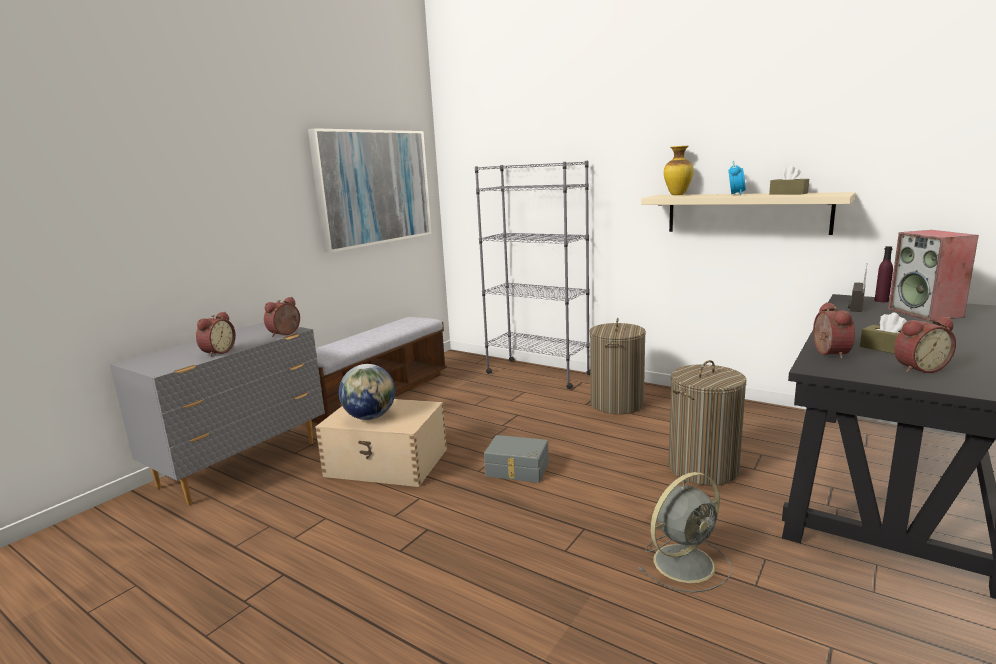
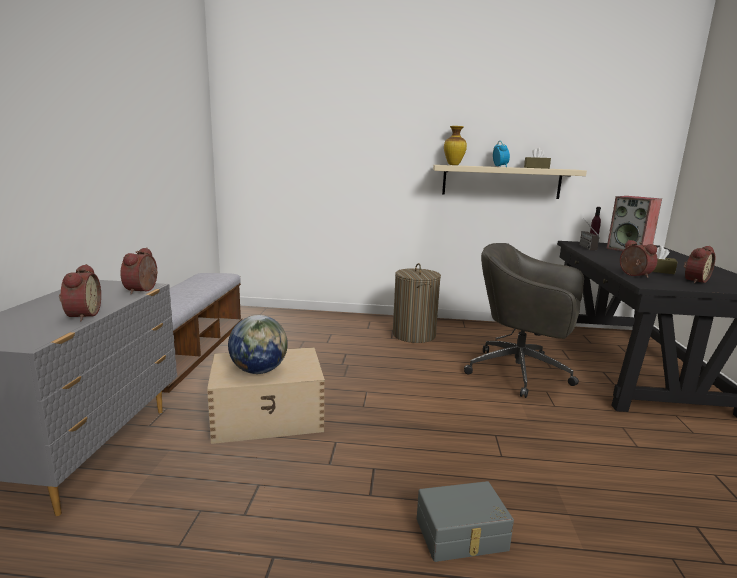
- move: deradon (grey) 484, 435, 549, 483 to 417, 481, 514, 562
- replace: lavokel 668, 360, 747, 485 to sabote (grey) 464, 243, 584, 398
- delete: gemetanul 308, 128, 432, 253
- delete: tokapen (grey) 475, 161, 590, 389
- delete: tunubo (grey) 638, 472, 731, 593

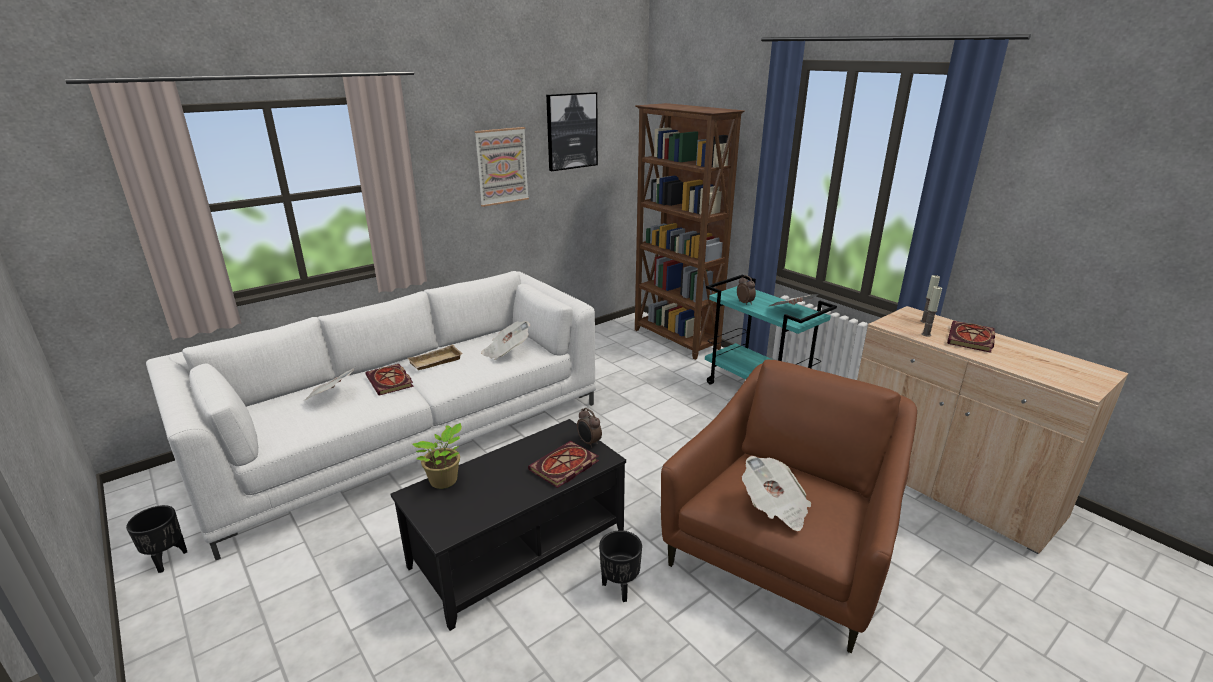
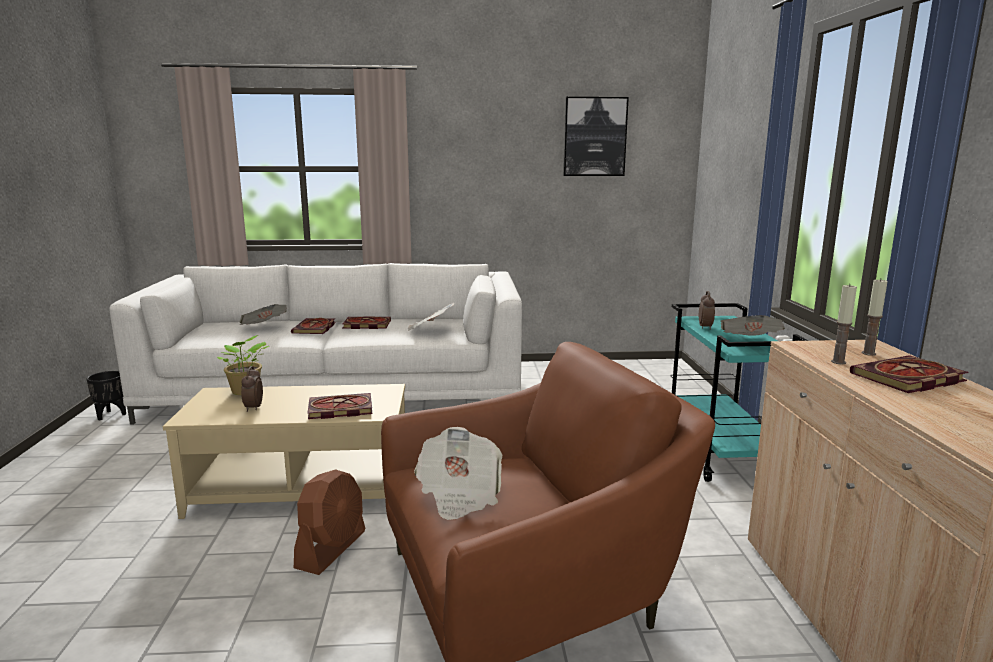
- recolor: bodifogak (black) 391, 419, 626, 631 to bodifogak (beige) 163, 384, 405, 519
- move: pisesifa 577, 408, 602, 448 to 241, 366, 263, 412
- replace: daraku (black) 599, 530, 642, 602 to tunubo (brown) 294, 469, 366, 575
- replace: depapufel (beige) 408, 344, 462, 370 to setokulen 342, 316, 391, 329
- delete: gemetanul 474, 127, 529, 207
- delete: tokapen (brown) 635, 103, 744, 360

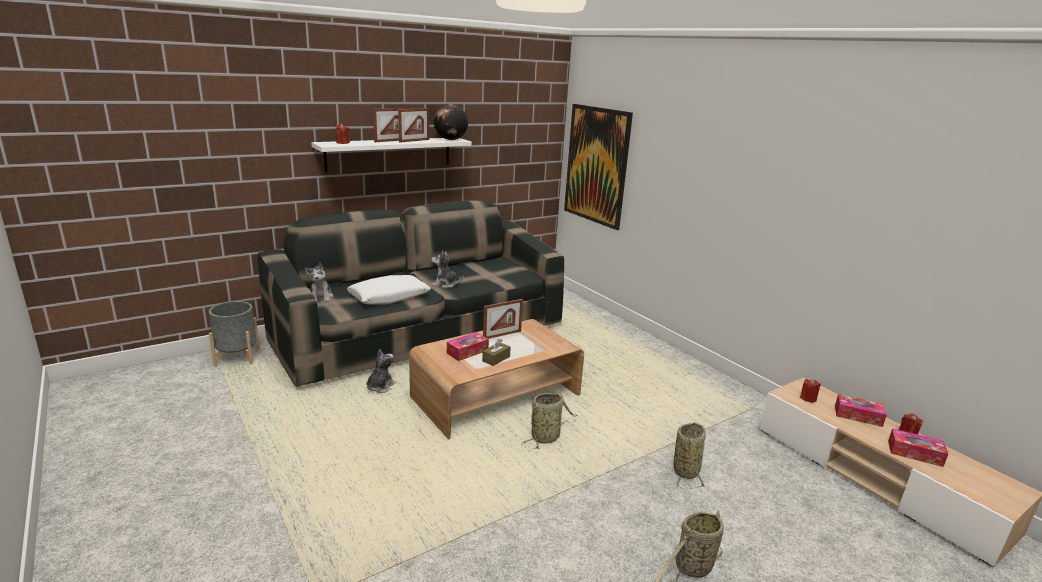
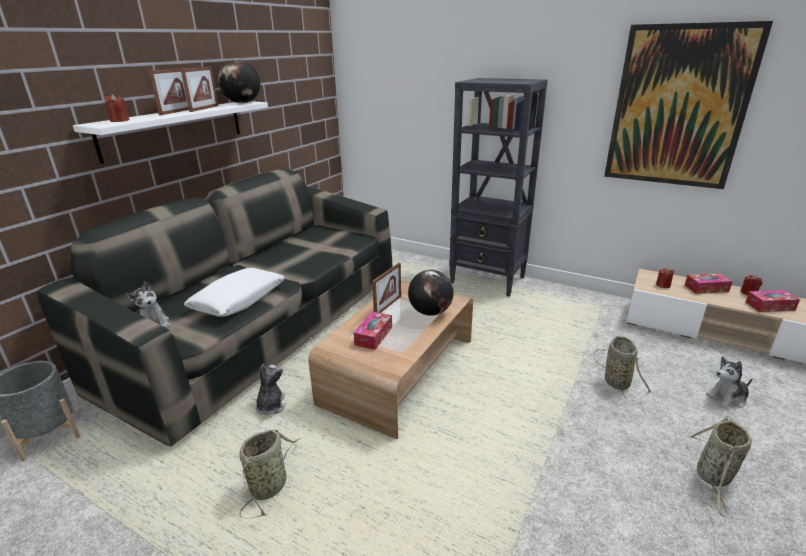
- move: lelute 521, 393, 578, 449 to 240, 430, 301, 519
- insert: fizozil 408, 270, 454, 316
- insert: tokapen (black) 449, 78, 548, 297
- move: gemetanul 564, 104, 633, 230 to 604, 21, 773, 189
- move: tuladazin 431, 251, 464, 288 to 706, 356, 753, 408
- delete: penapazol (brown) 482, 339, 511, 366

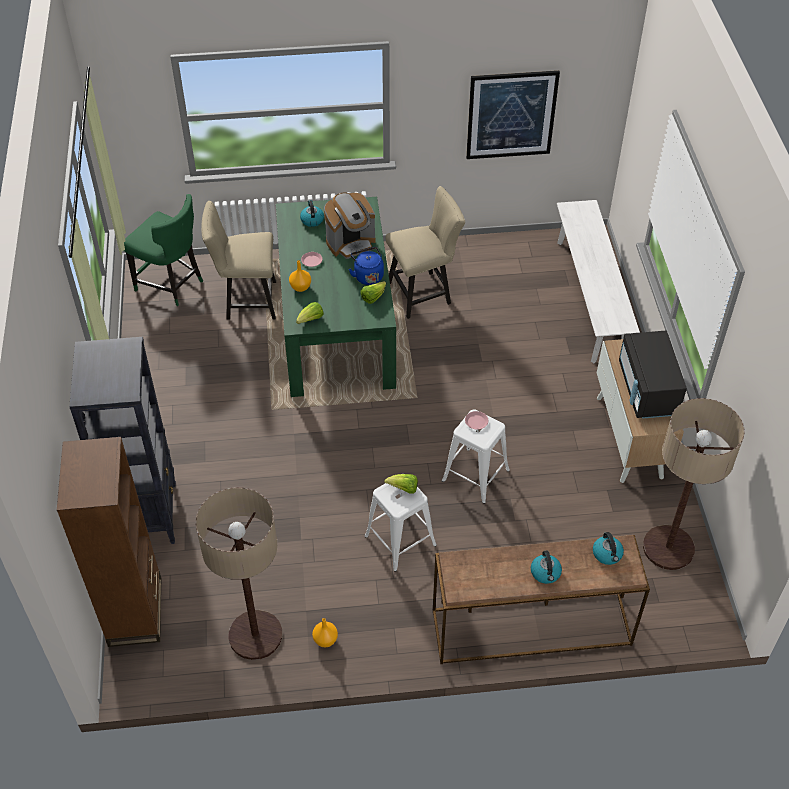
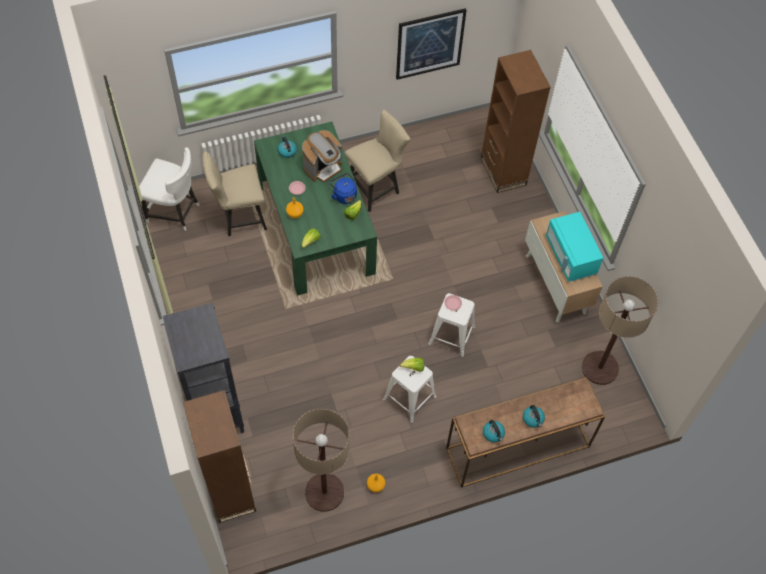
- recolor: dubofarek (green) 124, 194, 203, 306 to dubofarek (white) 139, 147, 199, 231
- replace: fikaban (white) 557, 200, 640, 363 to tokapen (brown) 481, 50, 551, 193
- move: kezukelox 593, 532, 624, 565 to 483, 420, 505, 442
- recolor: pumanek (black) 619, 331, 687, 419 to pumanek (turquoise) 546, 212, 603, 282

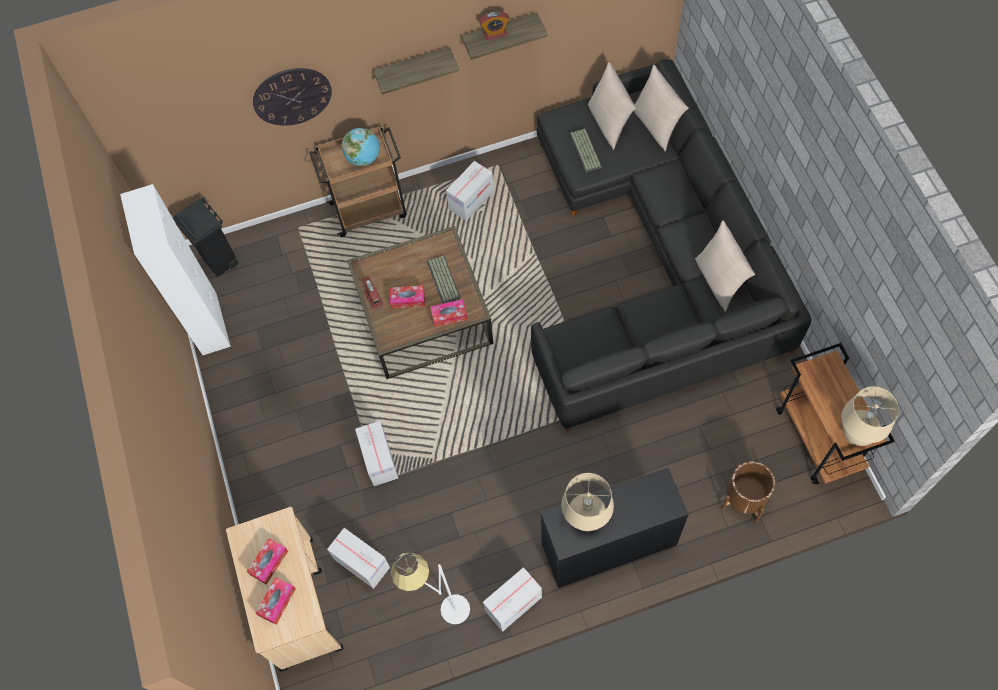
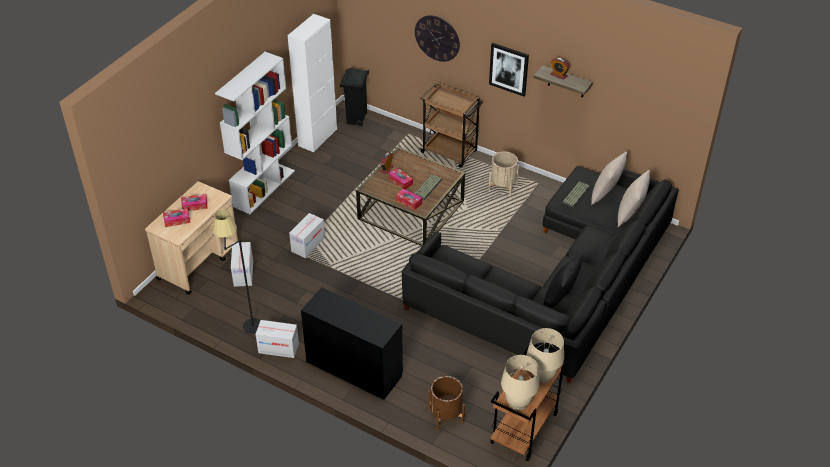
- recolor: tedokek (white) 391, 553, 470, 624 to tedokek (black) 212, 210, 260, 334
- insert: tokapen (white) 215, 52, 295, 214
- replace: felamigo 446, 161, 494, 221 to daraku (beige) 488, 151, 519, 196
- replace: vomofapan 373, 47, 459, 95 to gemetanul 489, 43, 529, 97
- move: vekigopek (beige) 561, 473, 614, 531 to 527, 328, 564, 383
- recolor: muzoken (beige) 695, 220, 755, 312 to muzoken (black) 544, 254, 583, 308
- delete: fizozil 342, 128, 380, 166

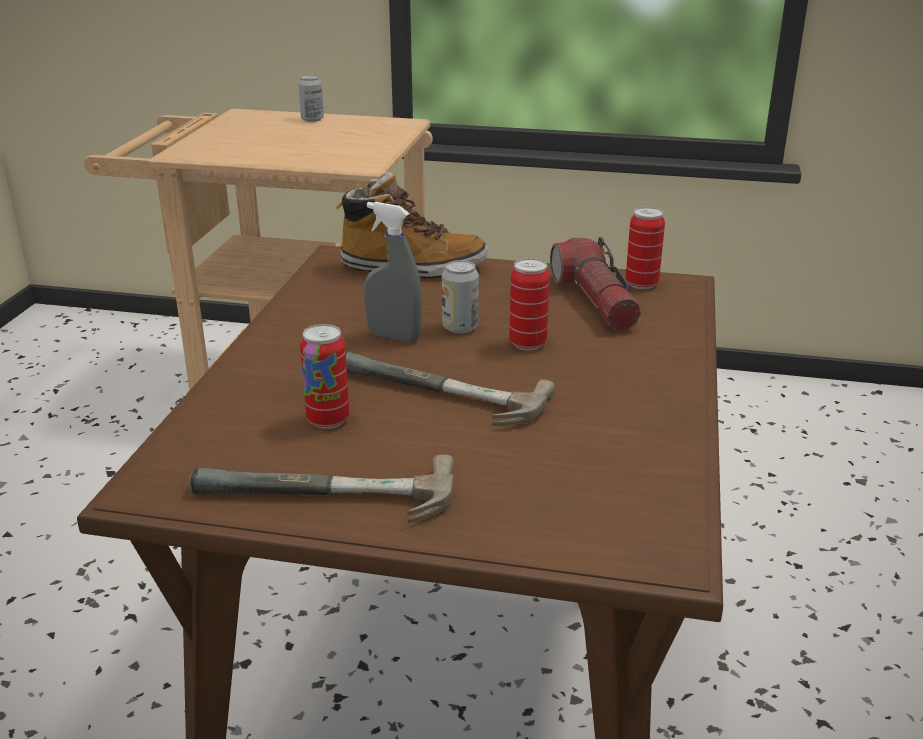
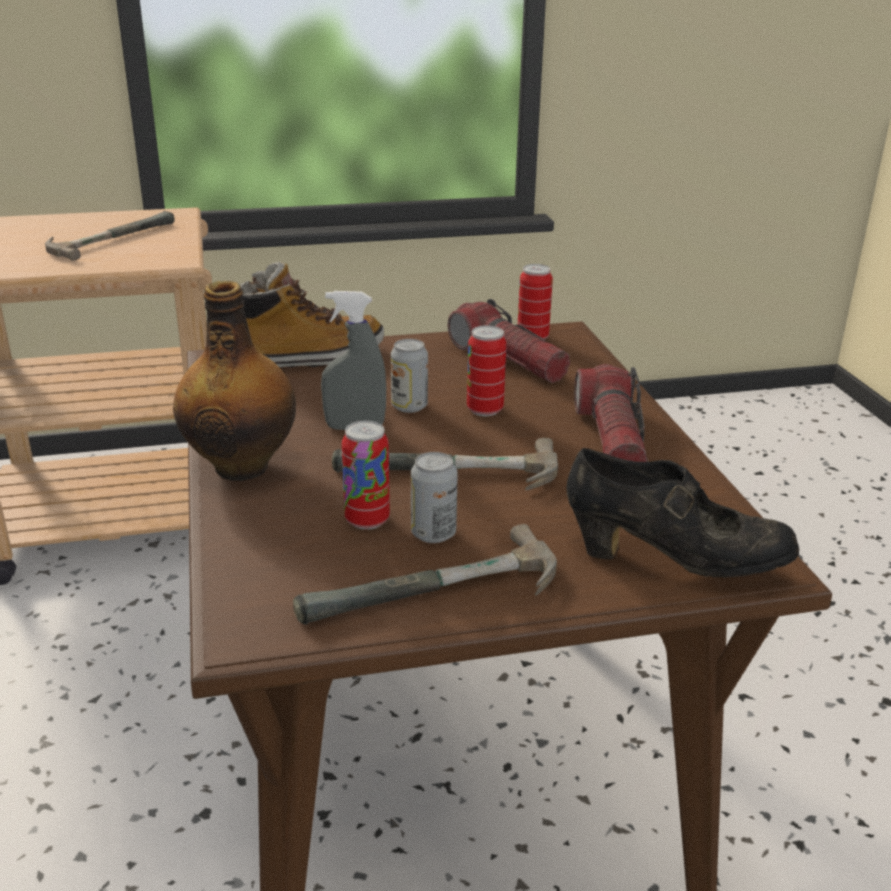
- insert: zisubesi 45, 211, 175, 261
- insert: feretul 173, 281, 296, 481
- move: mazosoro 298, 75, 324, 122 to 411, 452, 458, 543
- insert: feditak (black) 566, 448, 799, 577
- insert: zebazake 574, 364, 648, 462

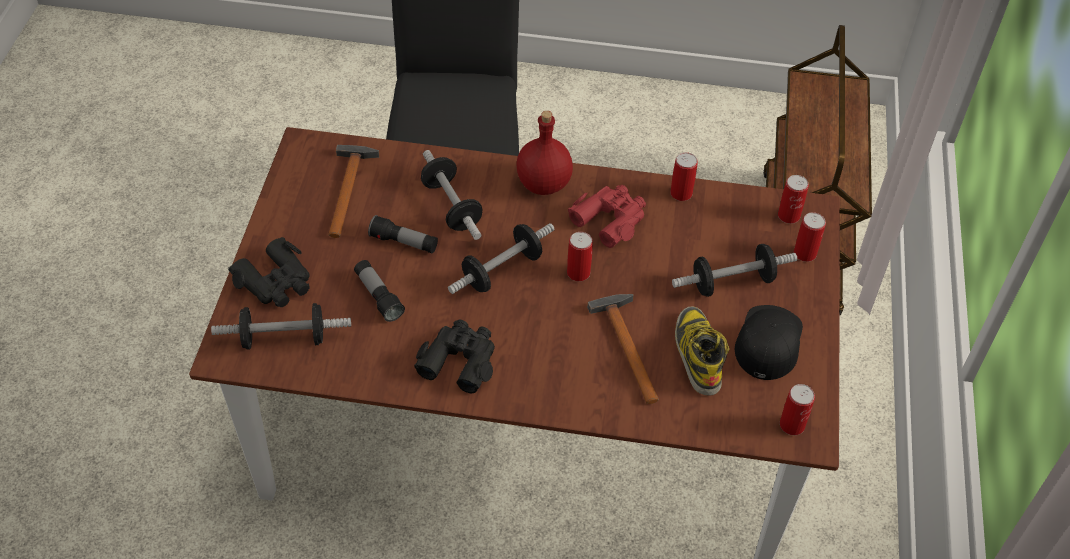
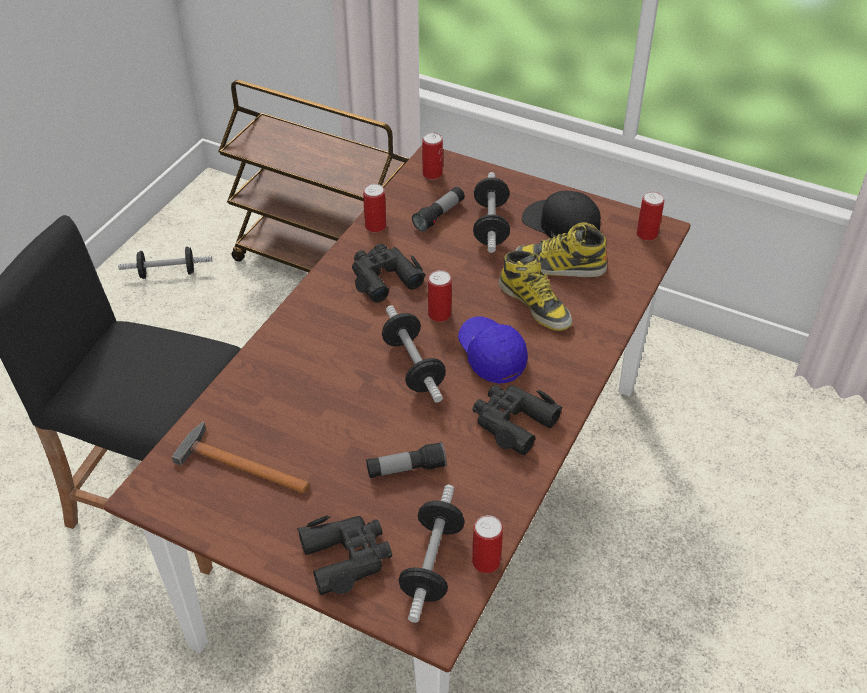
- move: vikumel 421, 150, 483, 240 to 118, 247, 212, 279
- recolor: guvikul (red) 568, 185, 646, 248 to guvikul (black) 352, 244, 425, 303
- move: zebazake 368, 215, 438, 253 to 412, 187, 465, 232
- insert: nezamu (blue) 458, 316, 528, 384
- move: mazosoro 794, 212, 826, 262 to 472, 515, 503, 573
- replace: zisubesi 587, 294, 659, 404 to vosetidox 499, 251, 572, 331
- delete: feretul (red) 516, 111, 573, 195

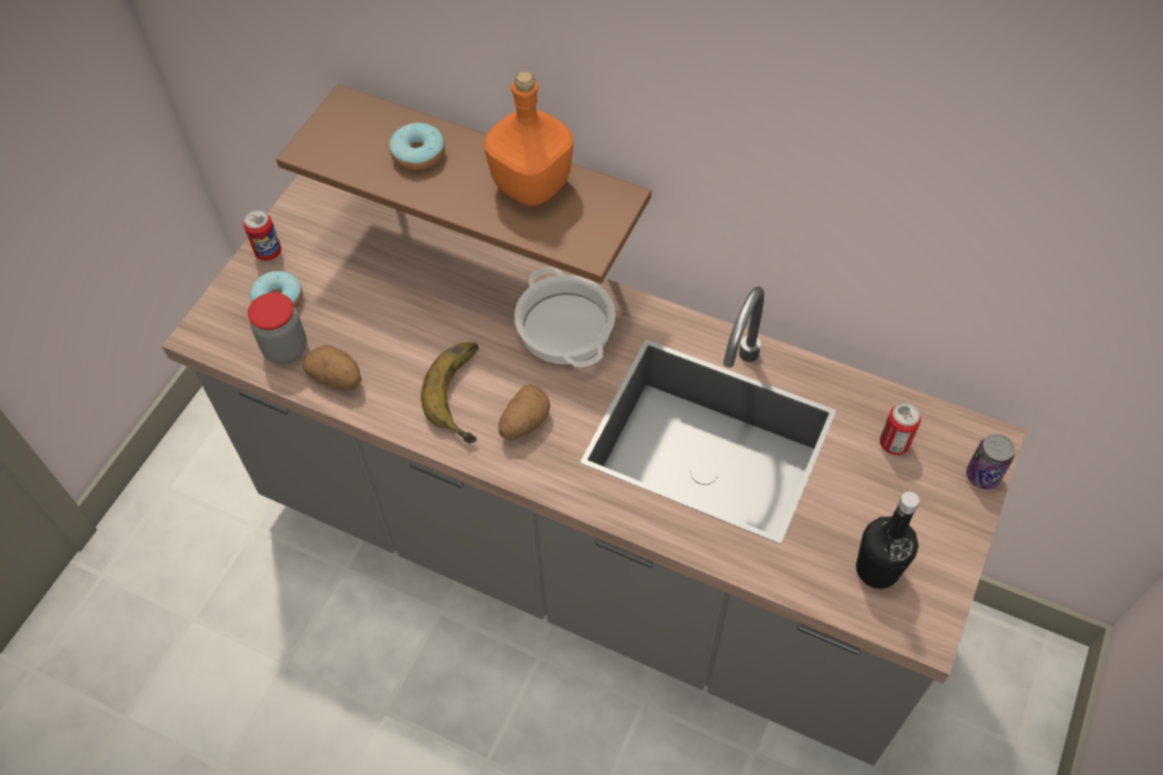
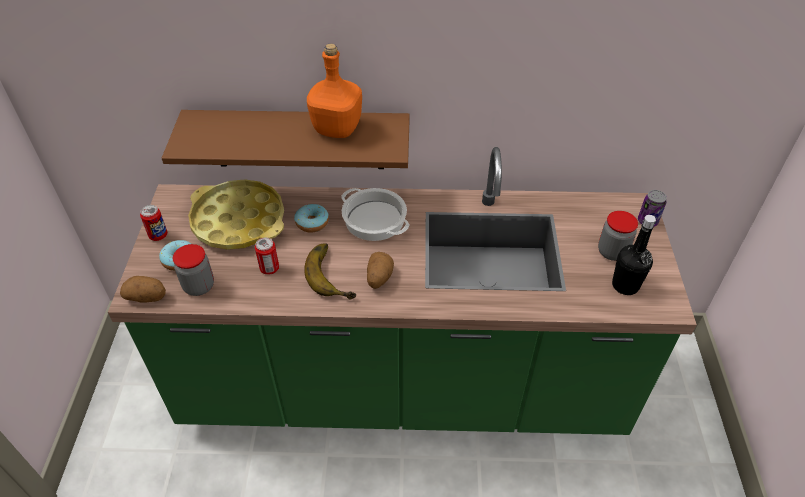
- recolor: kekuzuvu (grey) 162, 174, 1026, 766 to kekuzuvu (green) 108, 147, 697, 435
- move: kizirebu 303, 345, 362, 391 to 120, 276, 166, 303
- insert: depapufel (yellow) 188, 179, 284, 250
- move: mazosoro 880, 403, 921, 455 to 255, 237, 279, 275
- move: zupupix 389, 123, 445, 170 to 294, 204, 329, 233
- insert: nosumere 598, 211, 638, 261

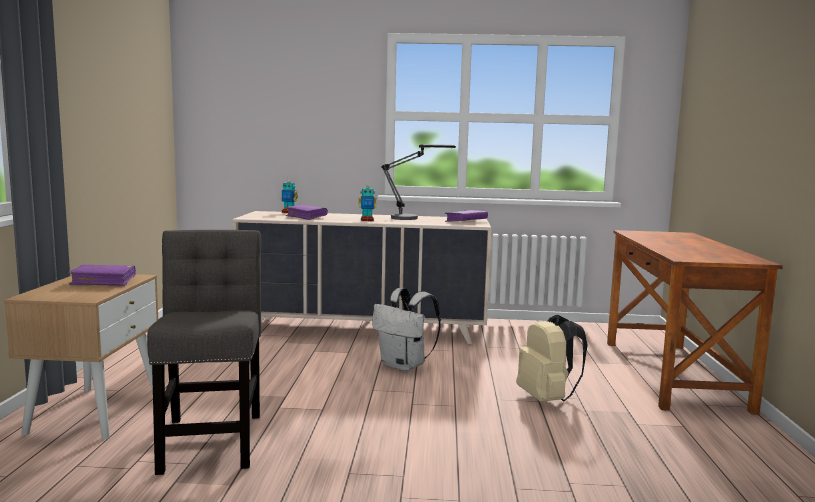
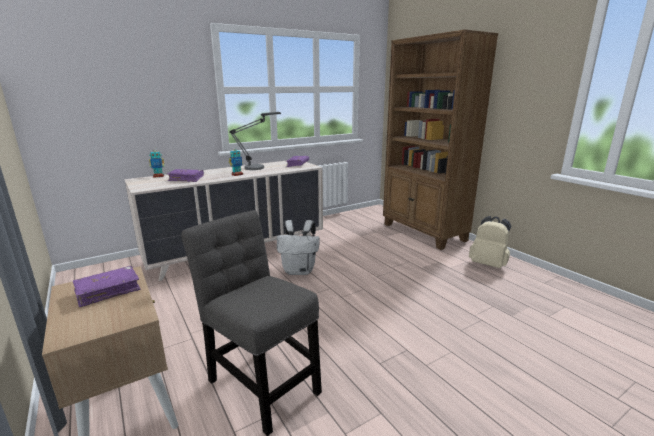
- replace: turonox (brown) 607, 230, 783, 415 to tokapen (brown) 383, 30, 498, 250
- move: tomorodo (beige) 516, 315, 588, 402 to 469, 216, 511, 268

